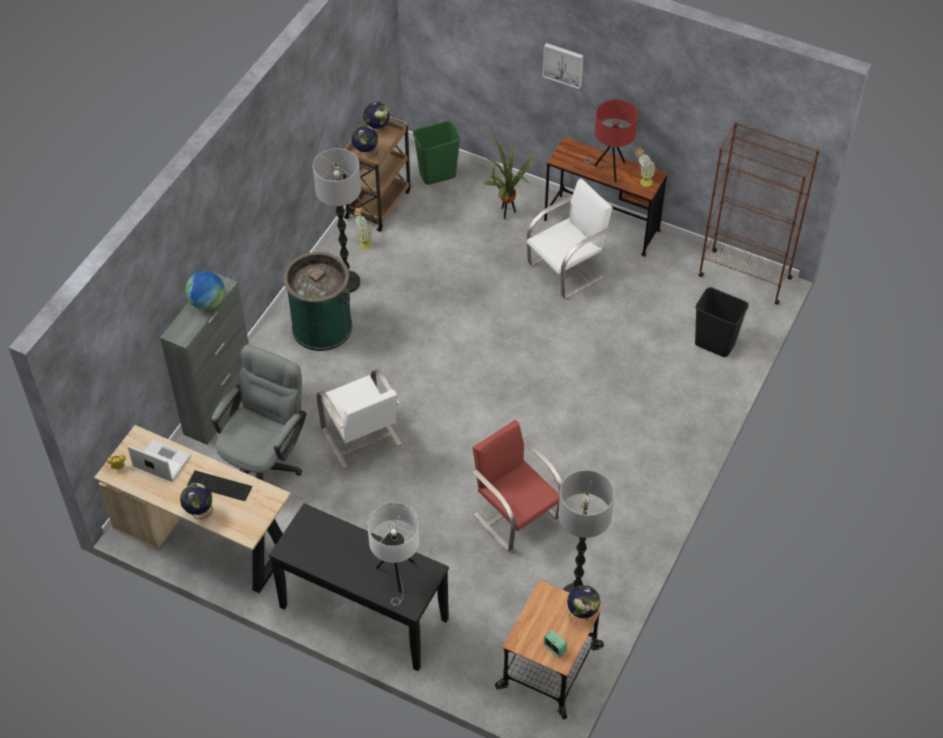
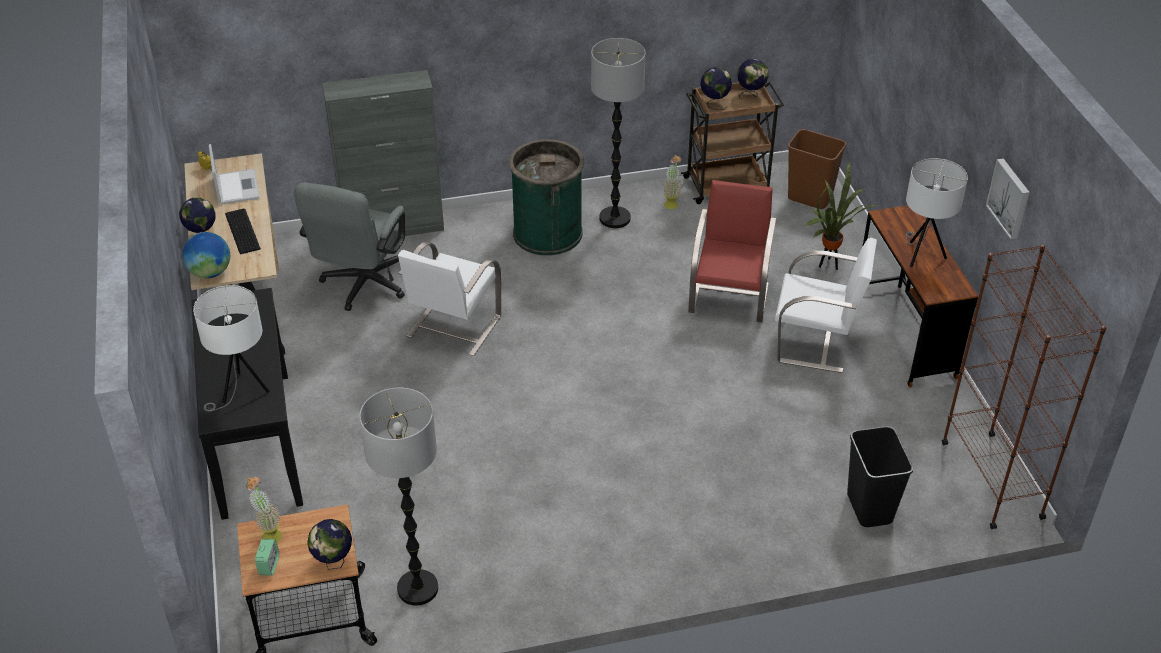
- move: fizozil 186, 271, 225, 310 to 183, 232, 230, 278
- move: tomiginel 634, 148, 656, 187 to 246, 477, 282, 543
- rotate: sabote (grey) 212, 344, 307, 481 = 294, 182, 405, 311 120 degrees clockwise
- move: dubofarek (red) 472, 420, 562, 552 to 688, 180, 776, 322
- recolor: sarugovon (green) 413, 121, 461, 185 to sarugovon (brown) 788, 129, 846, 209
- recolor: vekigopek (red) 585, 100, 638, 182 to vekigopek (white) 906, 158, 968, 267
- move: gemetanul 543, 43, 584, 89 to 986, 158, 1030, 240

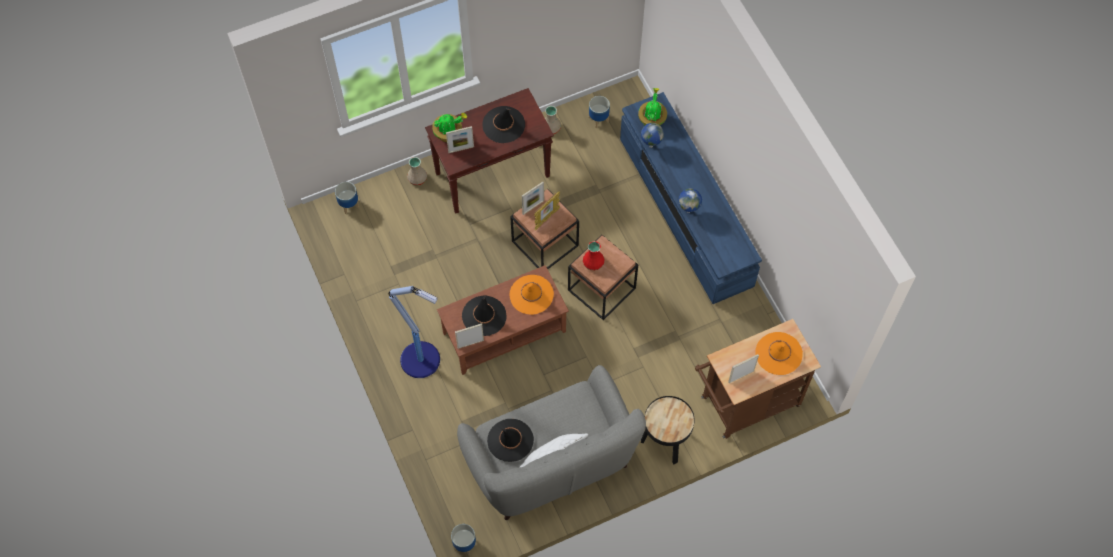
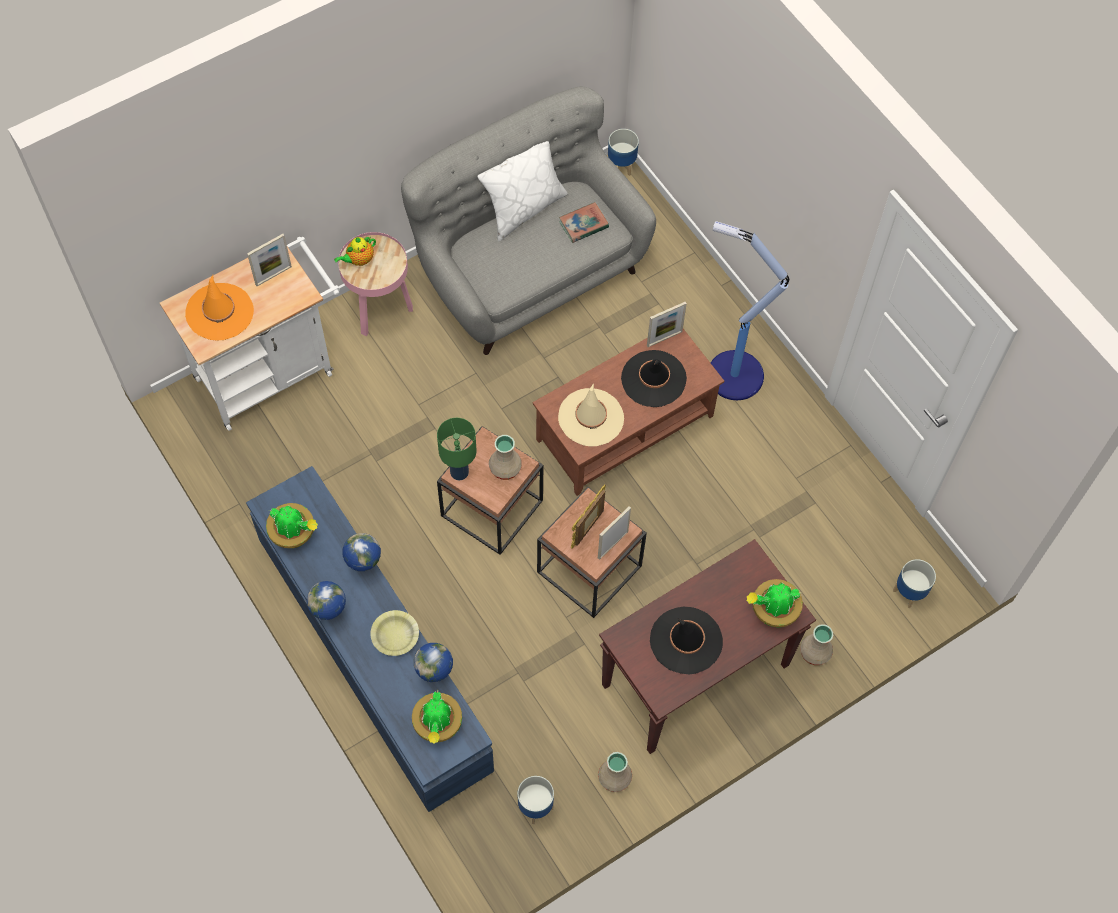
- recolor: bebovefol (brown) 695, 319, 821, 439 to bebovefol (white) 160, 237, 340, 431
- insert: tomiginel 266, 503, 318, 548
- insert: fizozil 307, 581, 346, 620
- insert: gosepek 334, 237, 376, 266
- recolor: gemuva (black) 641, 396, 695, 464 to gemuva (pink) 338, 232, 413, 336
- insert: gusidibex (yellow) 370, 610, 419, 656
- insert: vekigopek (green) 437, 418, 477, 480
- recolor: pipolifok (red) 583, 241, 605, 271 to pipolifok (beige) 489, 435, 522, 480
- recolor: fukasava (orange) 509, 275, 554, 315 to fukasava (beige) 558, 383, 624, 446
- replace: fukasava (black) 487, 419, 534, 462 to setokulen 559, 202, 609, 243
- delete: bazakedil 446, 126, 474, 153

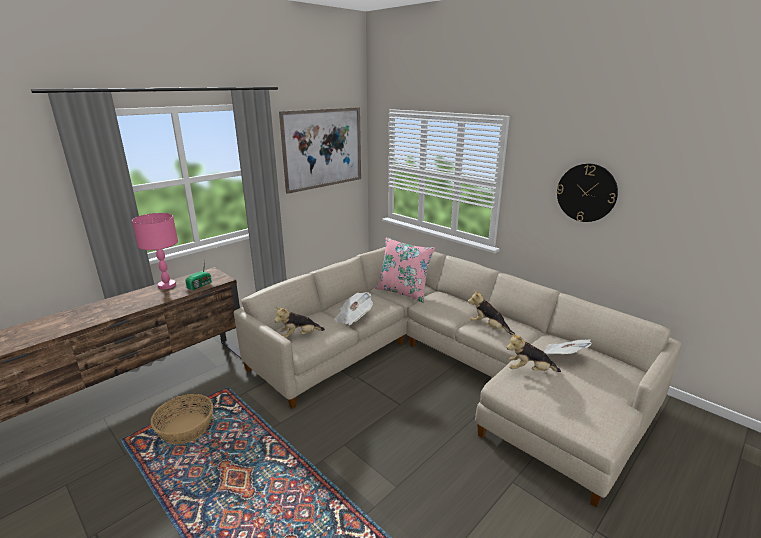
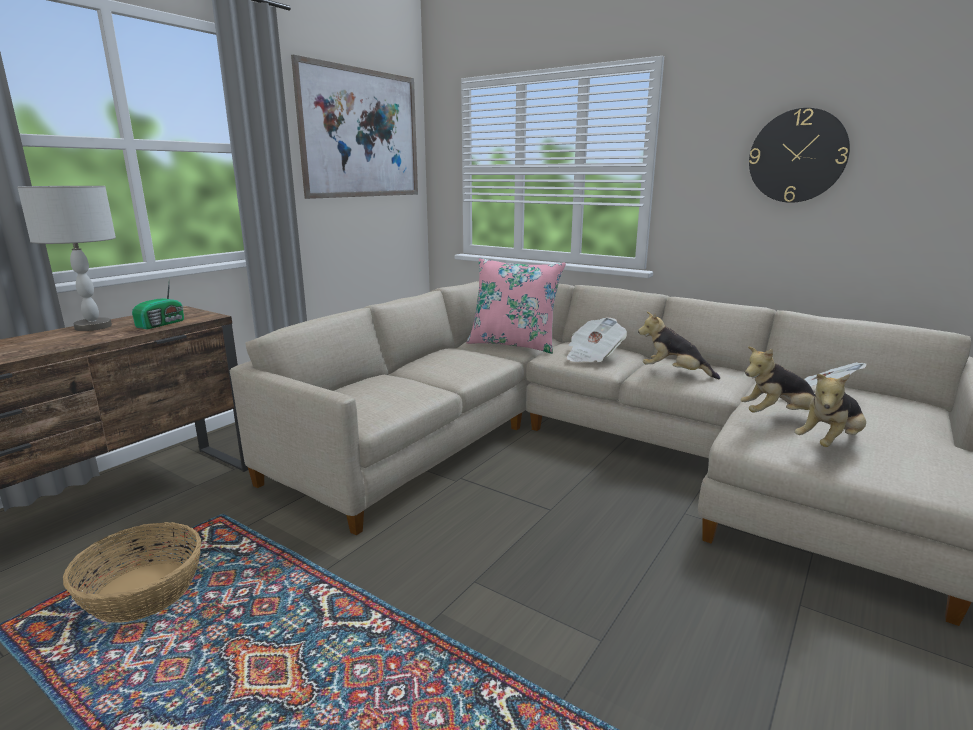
- recolor: vekigopek (pink) 132, 213, 178, 289 to vekigopek (grey) 17, 186, 116, 331
- move: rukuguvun 334, 292, 373, 325 to 567, 317, 627, 362
- move: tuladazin 274, 307, 325, 338 to 794, 374, 866, 447

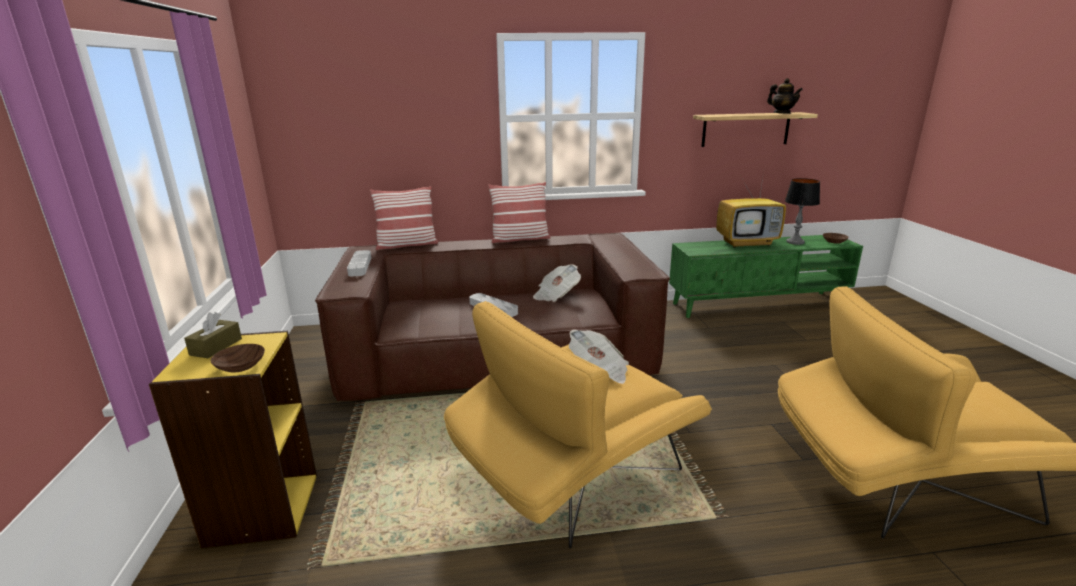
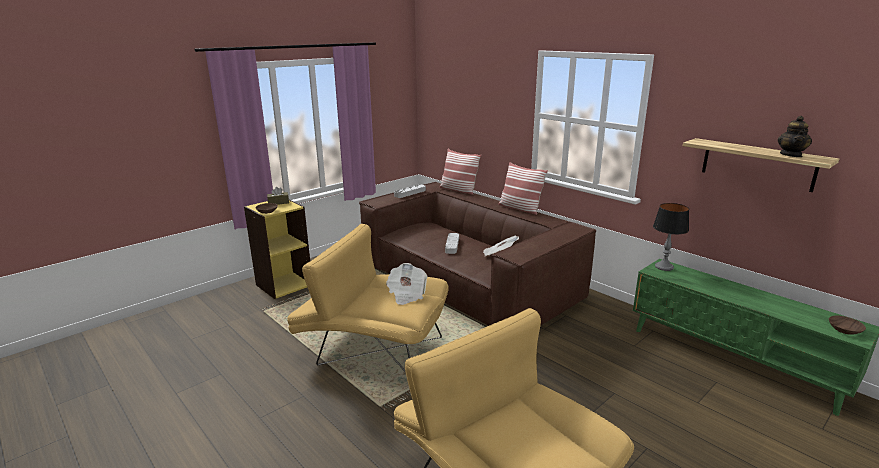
- move: vekigopek 785, 178, 820, 245 to 653, 203, 689, 271
- delete: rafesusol 716, 171, 786, 248

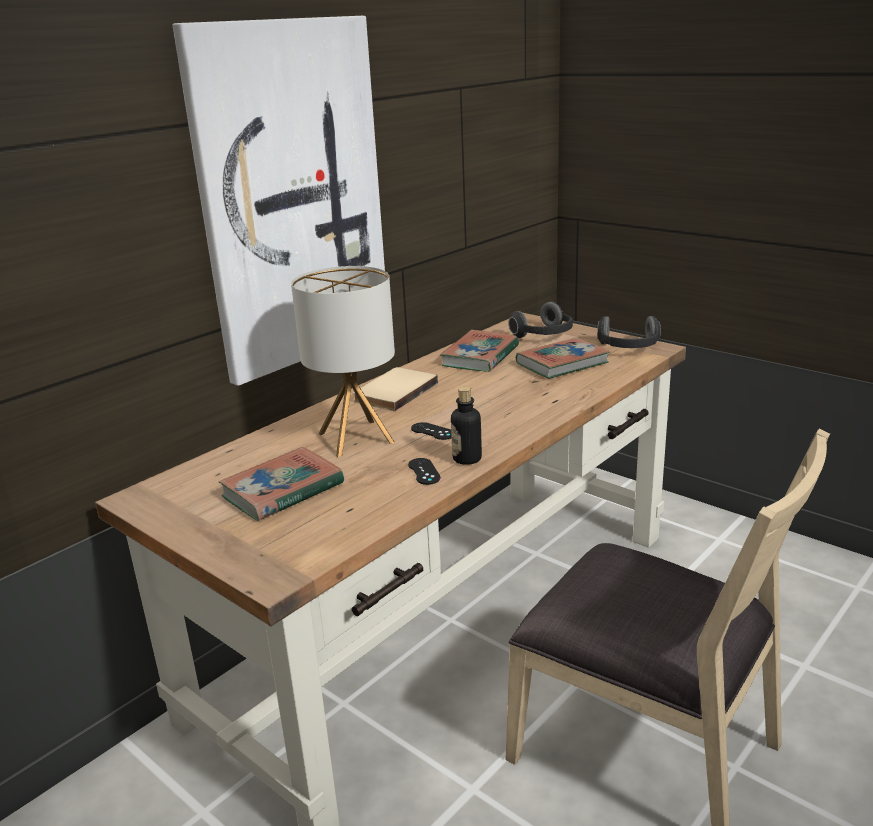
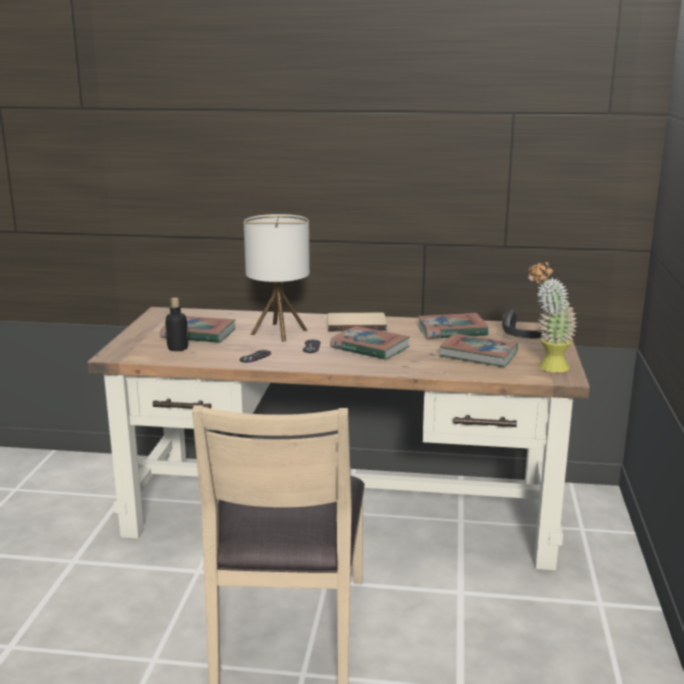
- move: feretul 451, 387, 482, 465 to 165, 298, 189, 351
- insert: setokulen 330, 326, 410, 360
- replace: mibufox 597, 316, 661, 348 to tomiginel 528, 261, 578, 373
- delete: gemetanul 173, 16, 385, 386

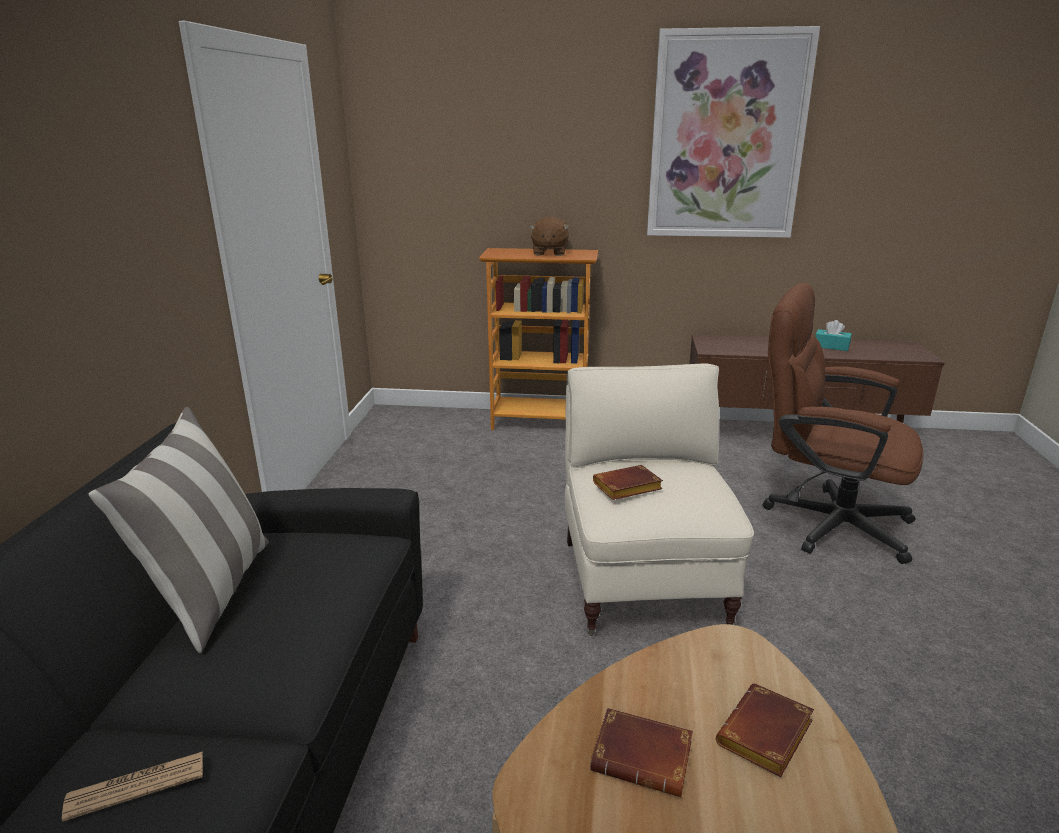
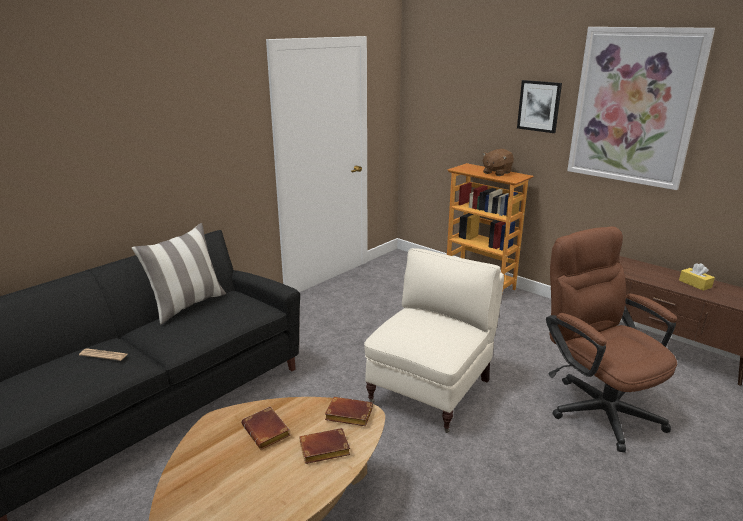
- move: setokulen (brown) 593, 465, 663, 500 to 325, 397, 373, 426
- insert: gemetanul 517, 80, 562, 133
- recolor: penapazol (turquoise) 815, 320, 852, 351 to penapazol (yellow) 679, 263, 715, 291

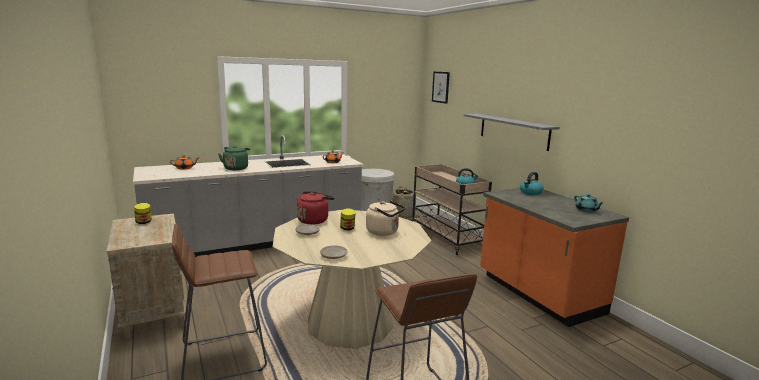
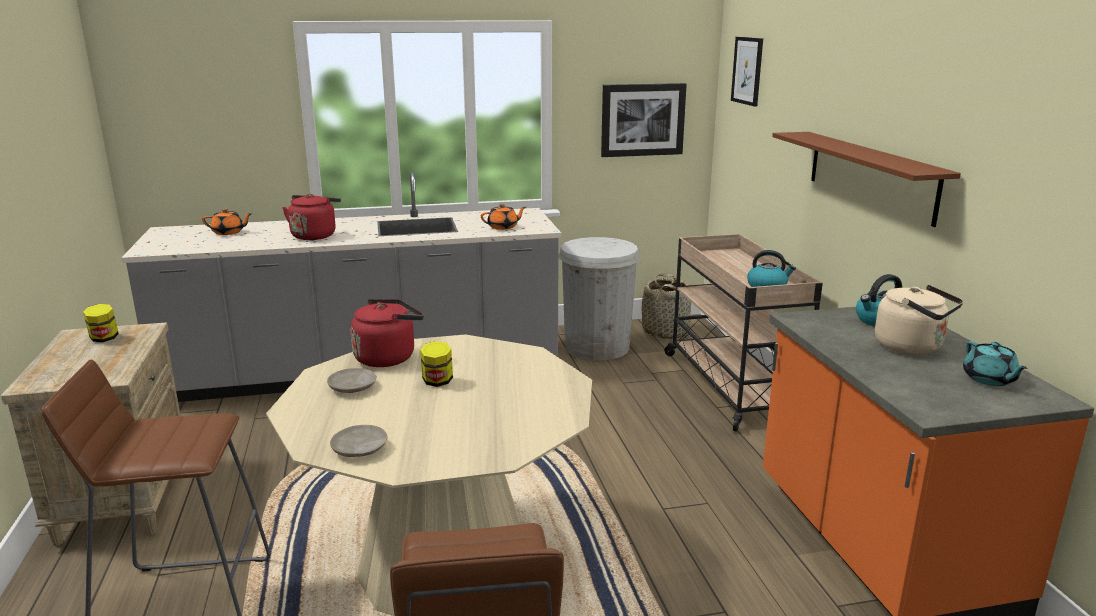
- recolor: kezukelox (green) 218, 146, 250, 170 to kezukelox (red) 282, 194, 341, 240
- insert: gemetanul 601, 83, 687, 157
- recolor: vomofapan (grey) 464, 114, 560, 151 to vomofapan (brown) 772, 132, 961, 227
- move: kezukelox (beige) 366, 200, 405, 236 to 875, 285, 963, 355

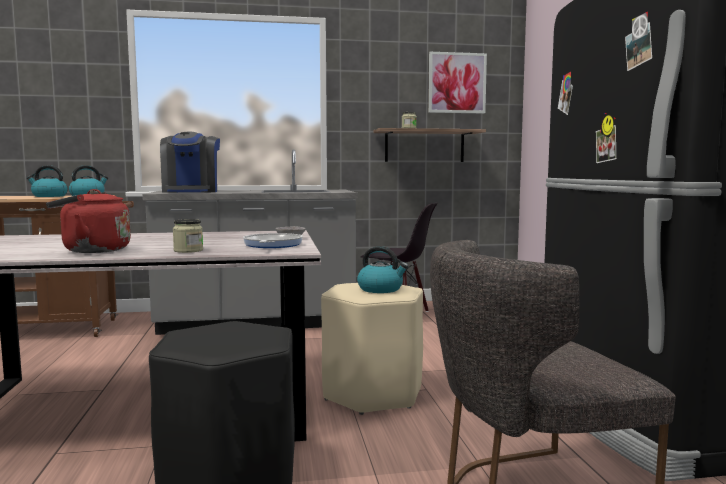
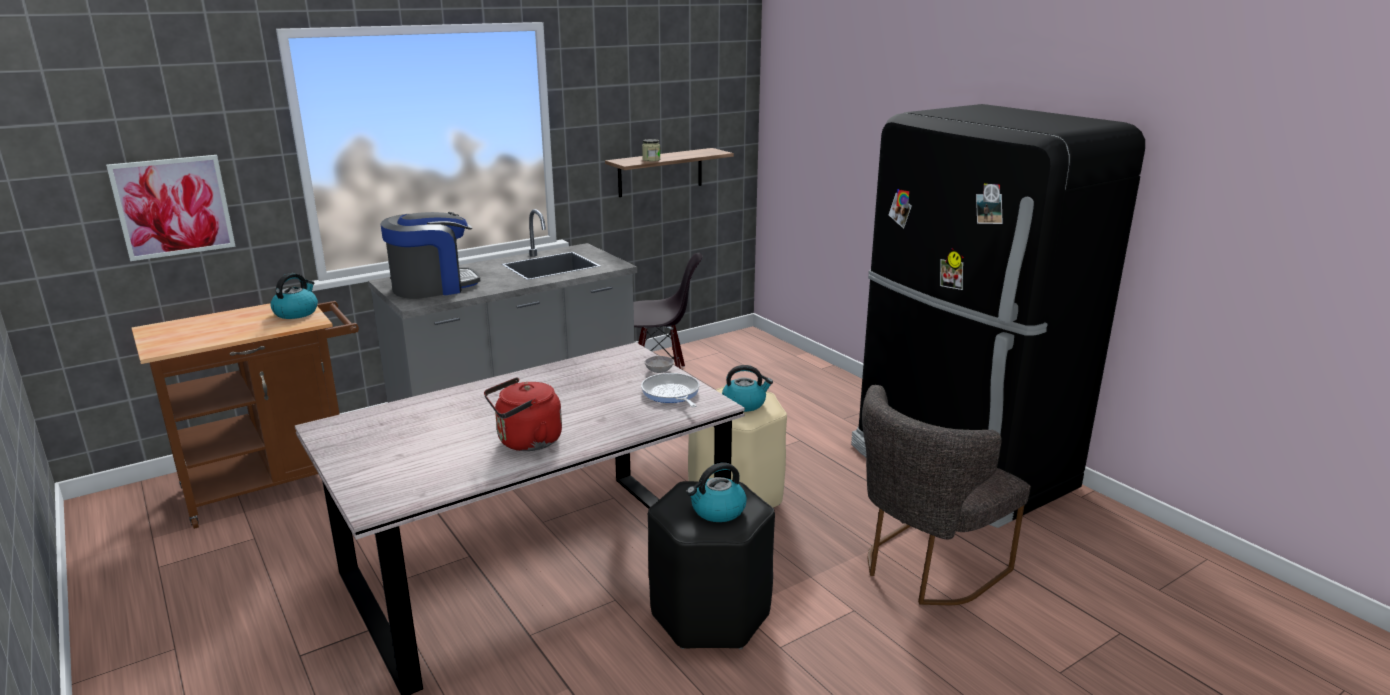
- move: gemetanul 428, 52, 487, 113 to 106, 155, 236, 261
- rotate: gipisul 160, 132, 220, 193 = 381, 212, 480, 299 90 degrees counterclockwise
- move: kezukelox 27, 165, 68, 197 to 687, 462, 747, 522
- delete: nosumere 173, 219, 203, 253

